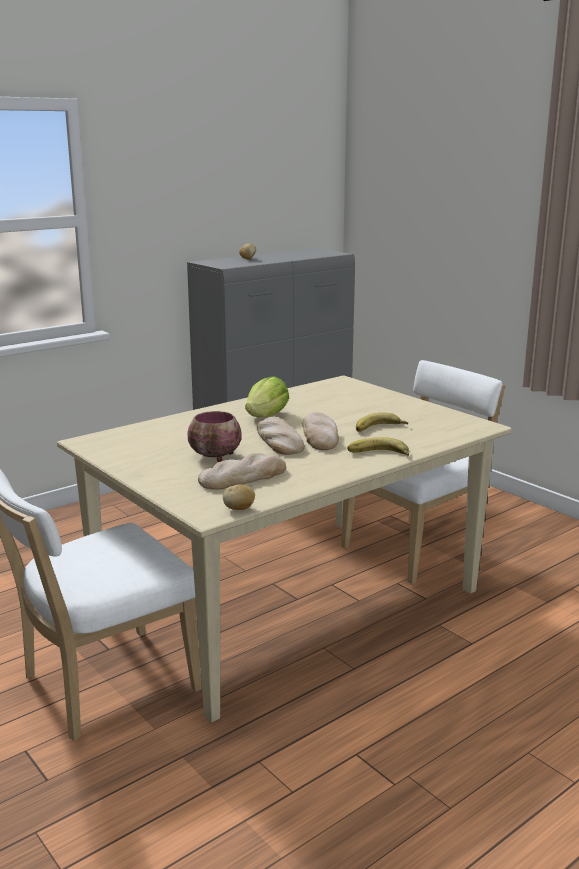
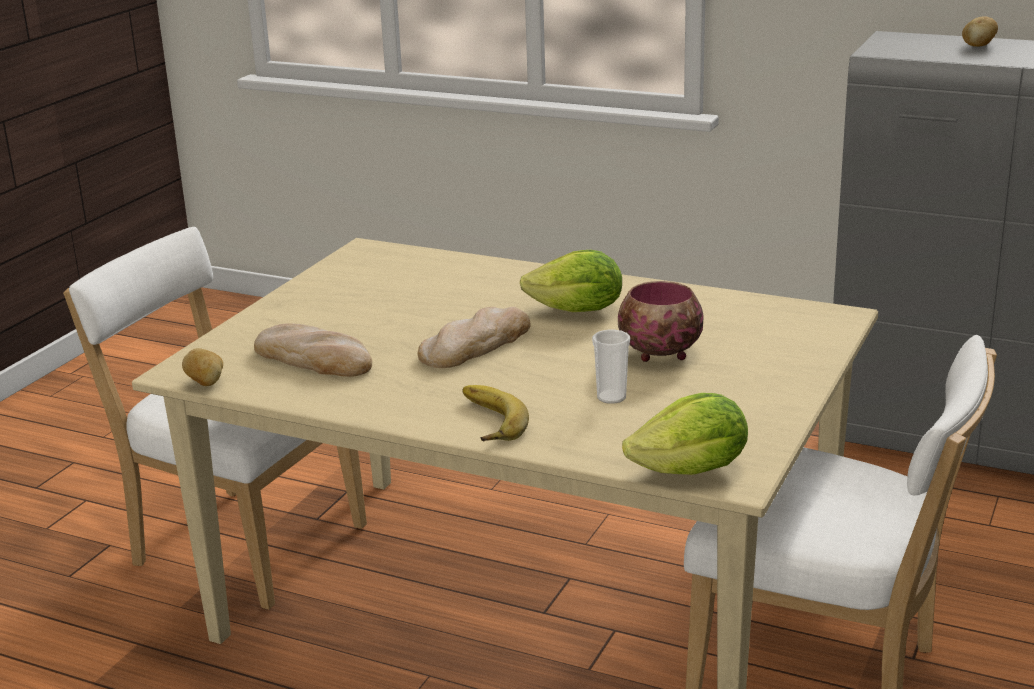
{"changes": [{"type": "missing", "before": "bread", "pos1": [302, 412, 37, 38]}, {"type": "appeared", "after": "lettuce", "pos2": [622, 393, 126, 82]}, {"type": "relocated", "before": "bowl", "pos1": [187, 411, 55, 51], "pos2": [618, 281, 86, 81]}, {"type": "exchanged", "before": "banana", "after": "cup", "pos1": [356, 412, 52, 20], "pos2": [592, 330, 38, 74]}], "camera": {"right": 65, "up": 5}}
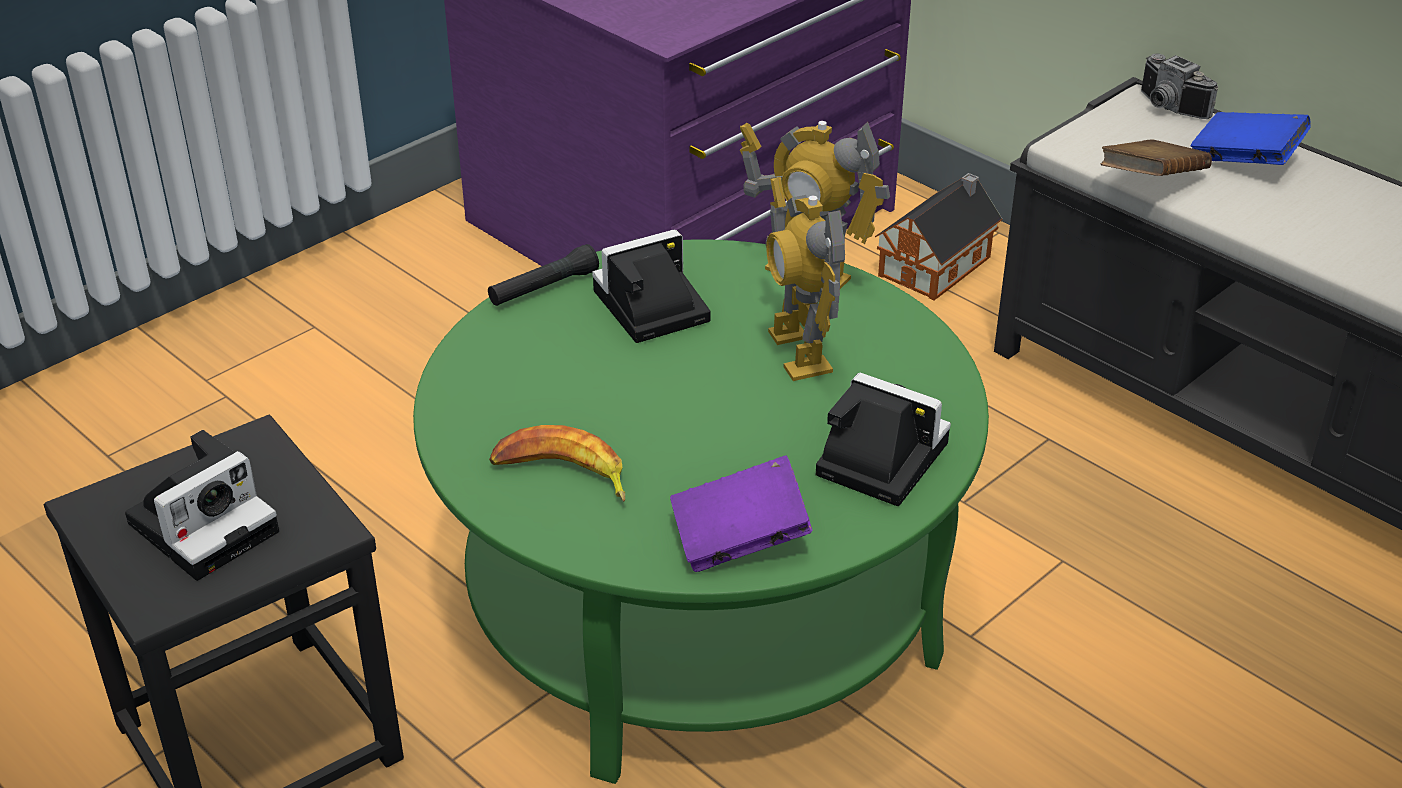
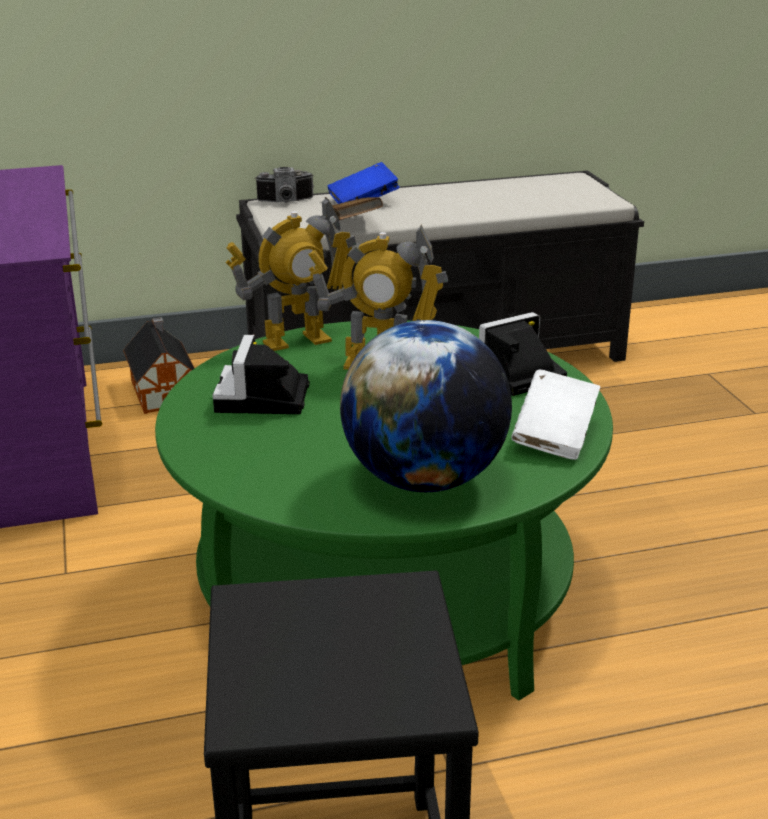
{"changes": [{"type": "missing", "before": "photo camera", "pos1": [125, 430, 154, 151]}, {"type": "missing", "before": "flashlight (black-coloured)", "pos1": [488, 244, 111, 62]}, {"type": "exchanged", "before": "banana", "after": "world globe", "pos1": [489, 425, 136, 77], "pos2": [340, 320, 172, 172]}, {"type": "colour", "before": "volume (purple)", "after": "volume (white-coloured)", "pos1": [670, 455, 142, 117], "pos2": [511, 369, 89, 91]}], "camera": {"right": -60, "up": -10}}
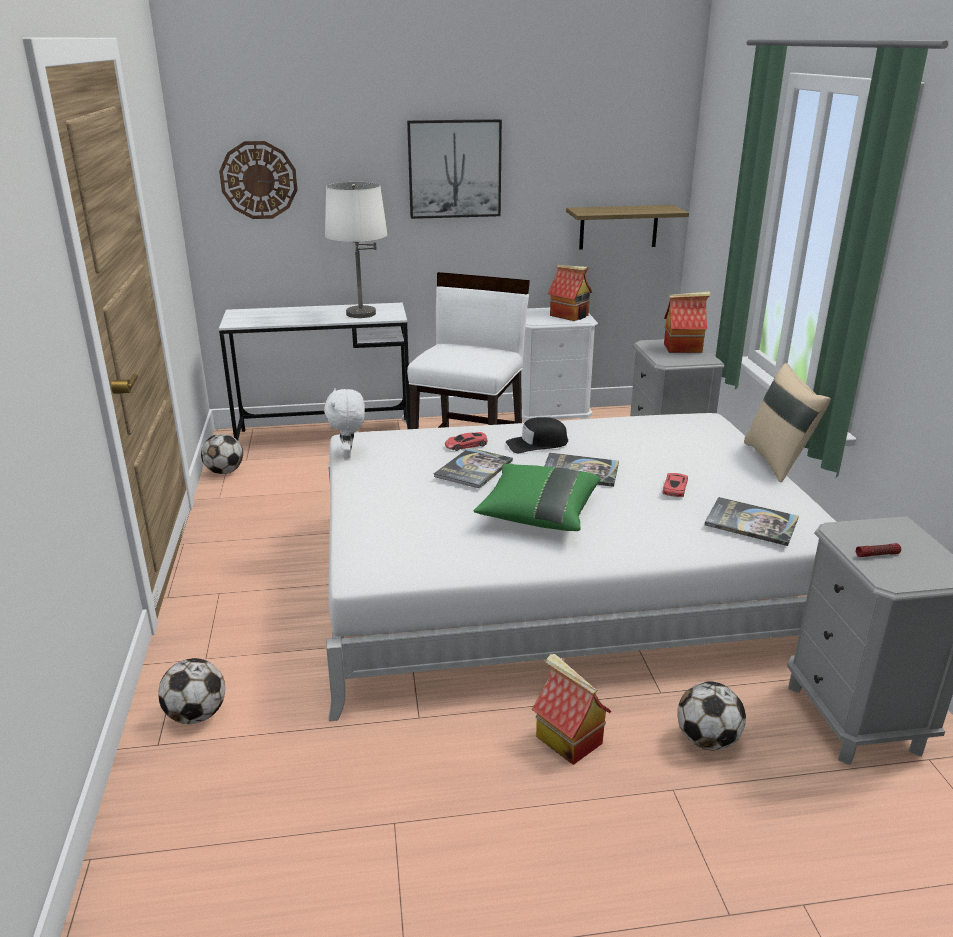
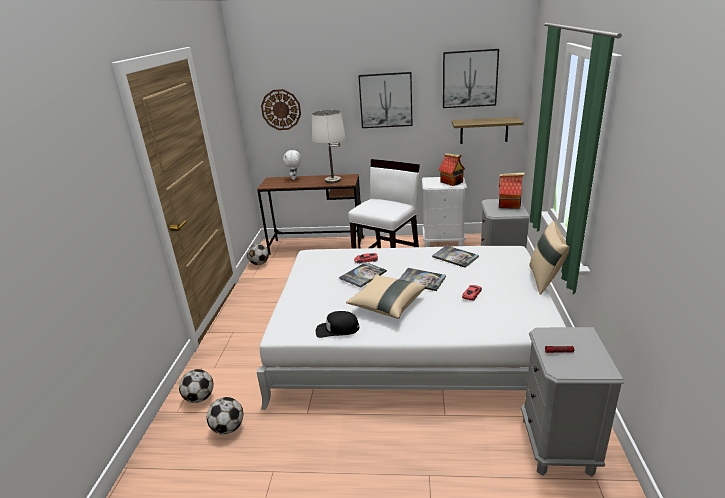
{"changes": [{"type": "missing", "before": "miniature house", "pos1": [532, 654, 80, 111]}, {"type": "appeared", "after": "picture", "pos2": [443, 49, 56, 59]}, {"type": "relocated", "before": "plush toy (white-coloured)", "pos1": [324, 388, 41, 70], "pos2": [283, 150, 18, 30]}, {"type": "relocated", "before": "peaked cap (black-coloured)", "pos1": [506, 417, 62, 36], "pos2": [316, 311, 43, 27]}, {"type": "relocated", "before": "football ball", "pos1": [677, 682, 69, 69], "pos2": [207, 397, 37, 37]}, {"type": "relocated", "before": "volume", "pos1": [704, 497, 95, 49], "pos2": [432, 245, 47, 23]}, {"type": "colour", "before": "desk table (white-coloured)", "after": "desk table (brownish)", "pos1": [219, 303, 191, 137], "pos2": [257, 174, 107, 81]}, {"type": "colour", "before": "cushion (green-coloured)", "after": "cushion (beige-coloured)", "pos1": [474, 464, 126, 67], "pos2": [346, 275, 80, 44]}], "camera": {"right": 15, "up": 0}}
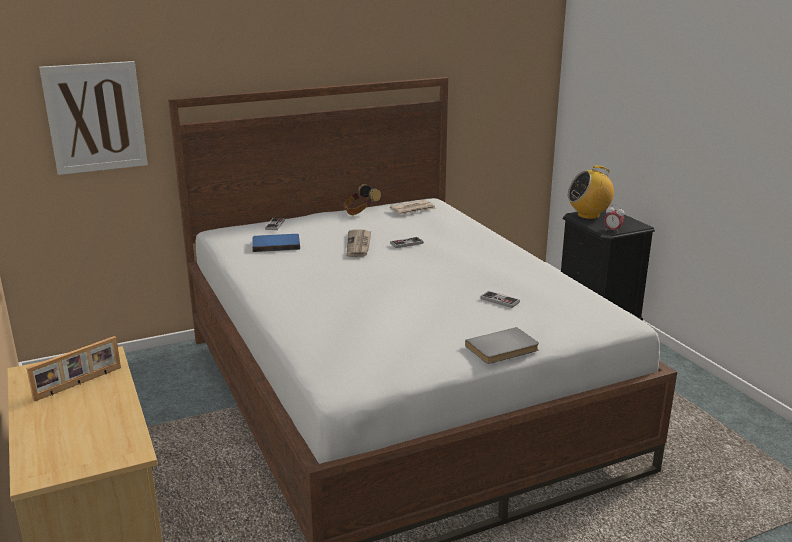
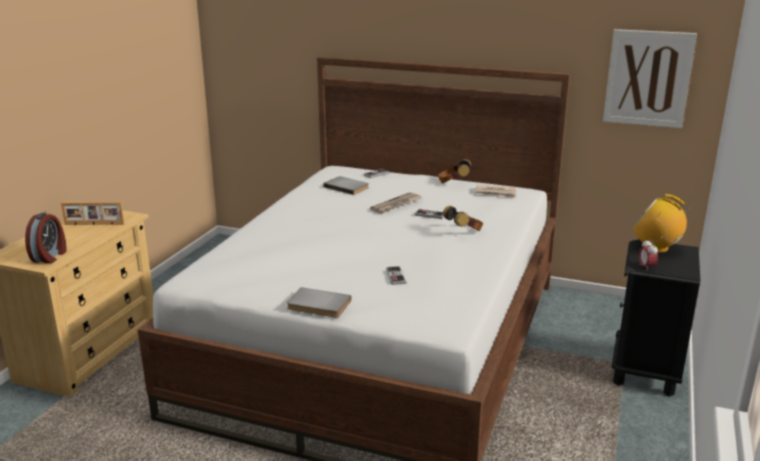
{"changes": [{"type": "appeared", "after": "table clock", "pos2": [25, 213, 41, 50]}, {"type": "appeared", "after": "headset", "pos2": [443, 206, 40, 25]}, {"type": "relocated", "before": "picture", "pos1": [39, 61, 109, 114], "pos2": [603, 29, 94, 99]}, {"type": "colour", "before": "volume (bluish)", "after": "volume (greyish)", "pos1": [252, 234, 48, 18], "pos2": [323, 176, 46, 19]}], "camera": {"right": 45, "up": 0}}
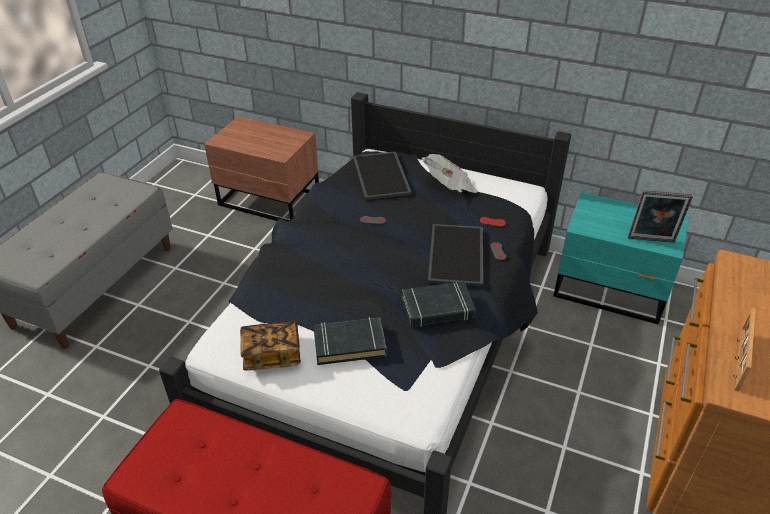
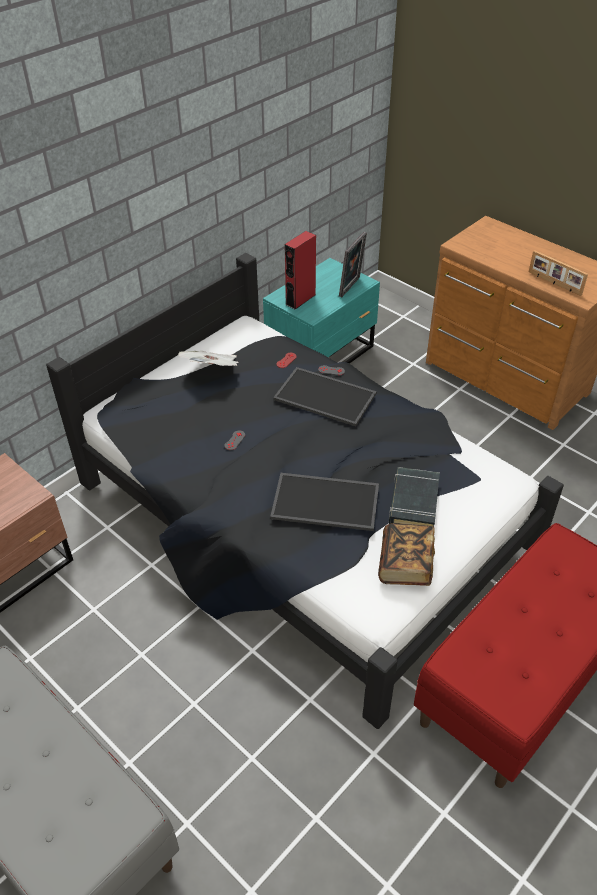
{"changes": [{"type": "missing", "before": "volume (black-coloured)", "pos1": [402, 281, 74, 46]}, {"type": "appeared", "after": "loudspeaker (reddish)", "pos2": [285, 231, 31, 79]}, {"type": "relocated", "before": "tray", "pos1": [353, 151, 59, 49], "pos2": [270, 473, 109, 58]}], "camera": {"right": -70, "up": 5}}
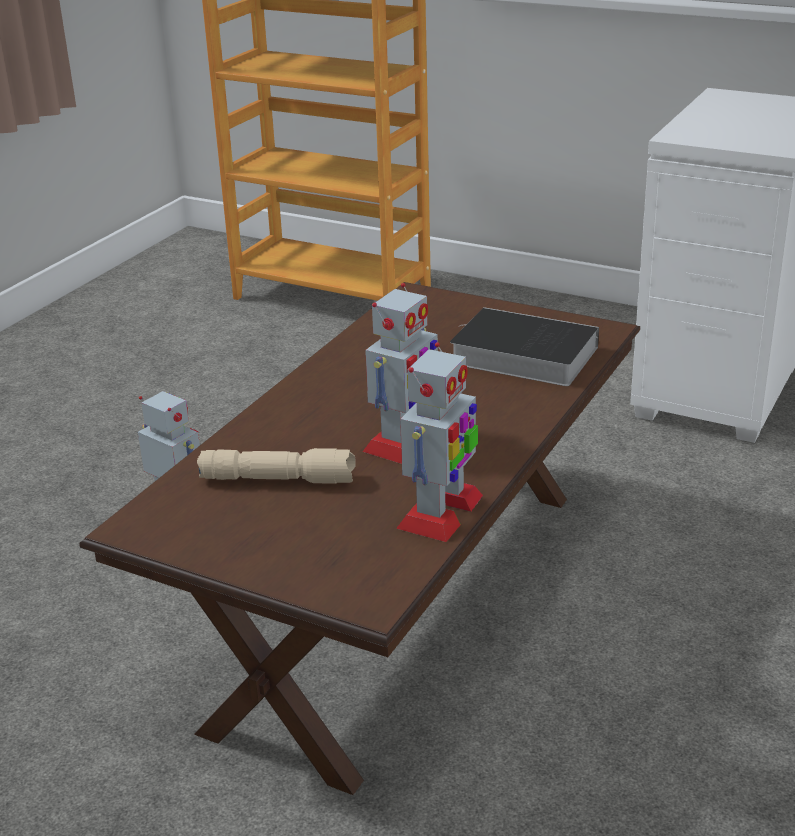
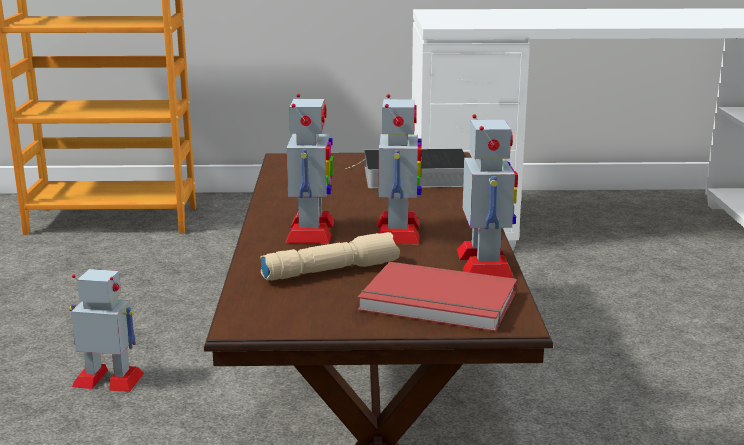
{"changes": [{"type": "appeared", "after": "robot figure", "pos2": [286, 94, 48, 150]}, {"type": "appeared", "after": "volume (reddish)", "pos2": [357, 262, 160, 70]}], "camera": {"right": -30, "up": -10}}
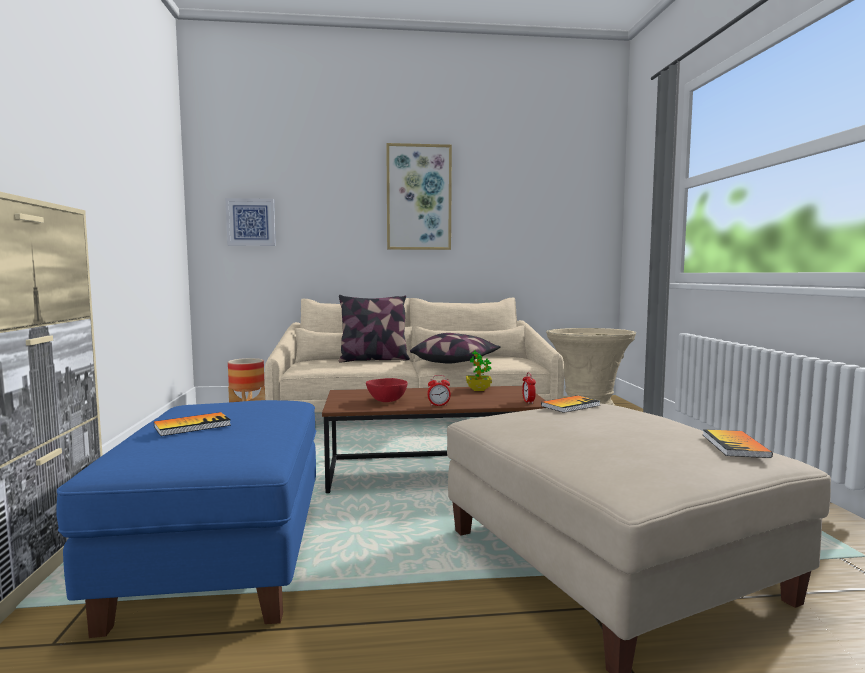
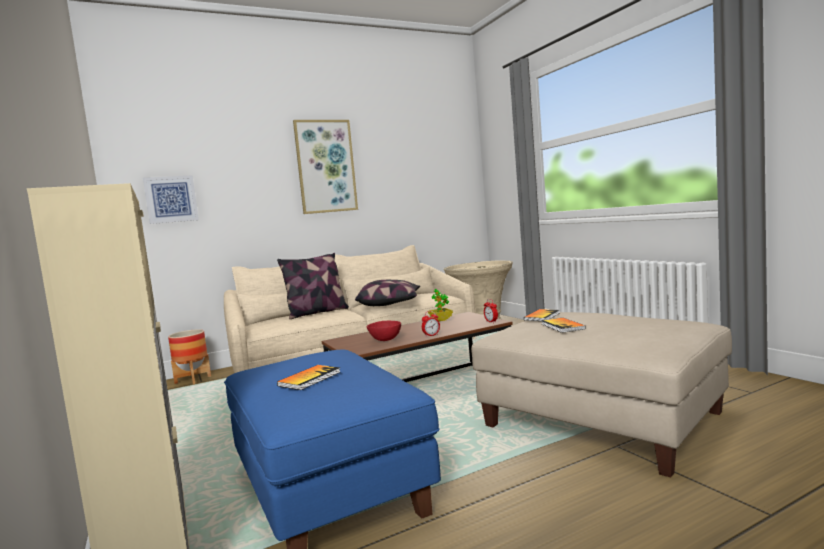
{"changes": [{"type": "relocated", "before": "volume", "pos1": [703, 429, 70, 29], "pos2": [542, 318, 44, 15]}], "camera": {"right": -20, "up": 0}}
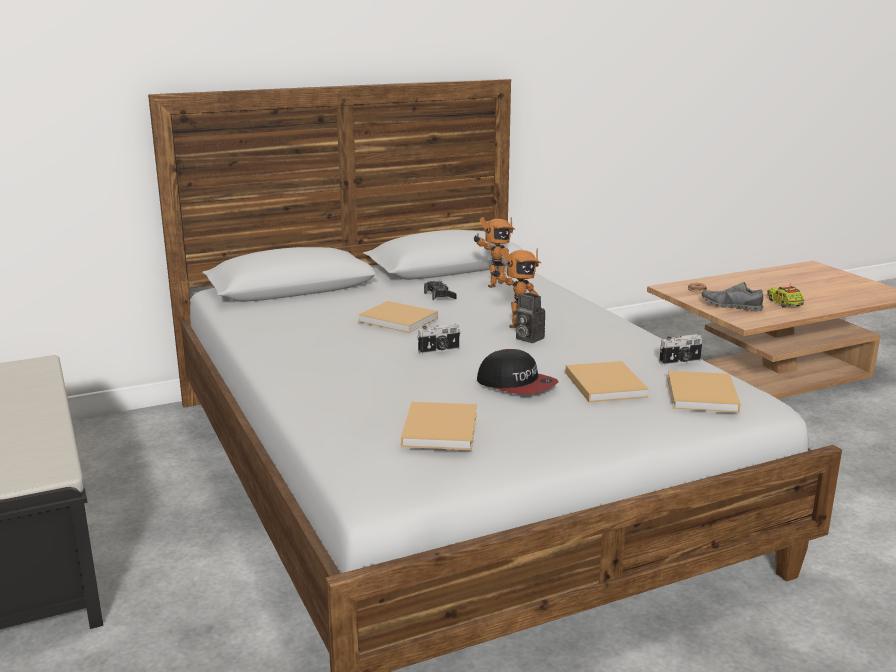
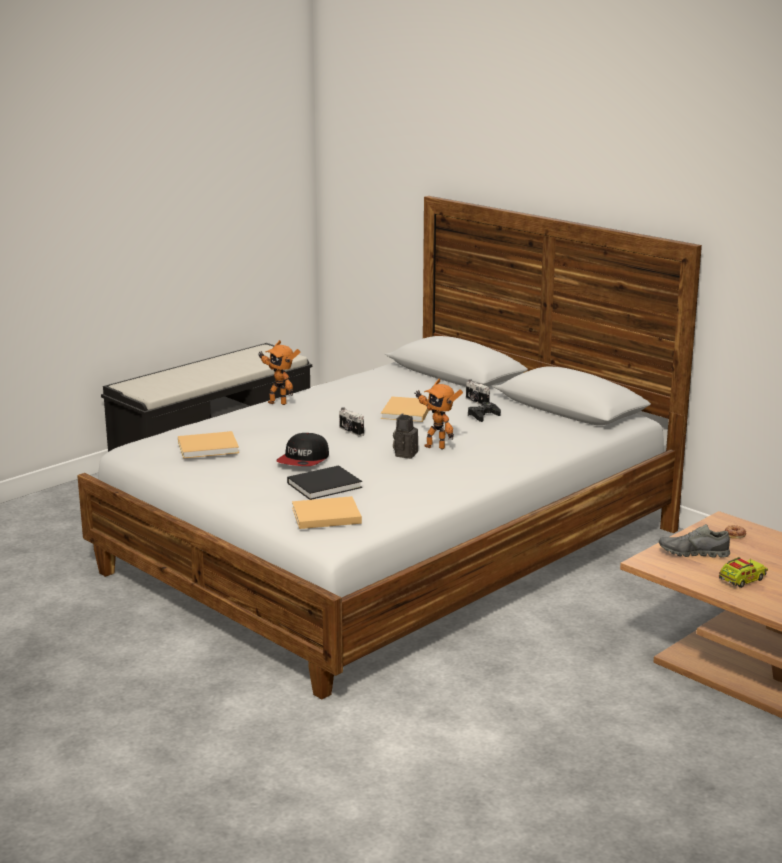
{"changes": [{"type": "relocated", "before": "robot figure", "pos1": [474, 217, 41, 71], "pos2": [258, 340, 42, 65]}, {"type": "relocated", "before": "photo camera", "pos1": [659, 334, 44, 31], "pos2": [466, 379, 24, 26]}, {"type": "colour", "before": "volume (beige-coloured)", "after": "volume (black-coloured)", "pos1": [565, 361, 84, 41], "pos2": [287, 465, 75, 35]}, {"type": "spun", "before": "item of footwear (greyish)", "pos1": [702, 282, 62, 30], "pos2": [659, 524, 71, 34], "turn": -90}], "camera": {"right": 70, "up": 0}}
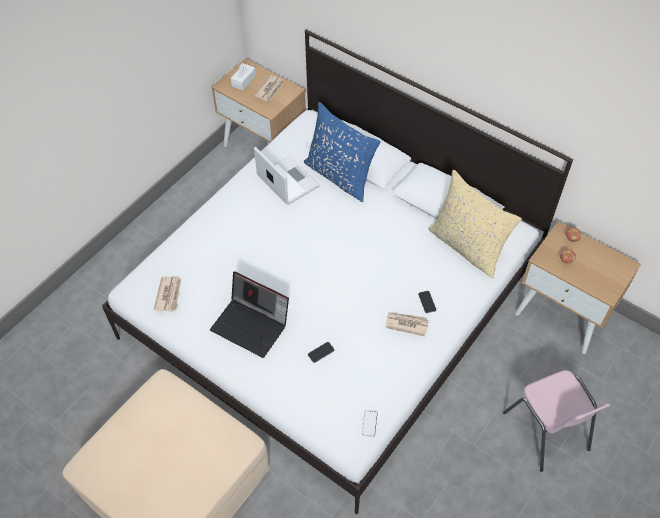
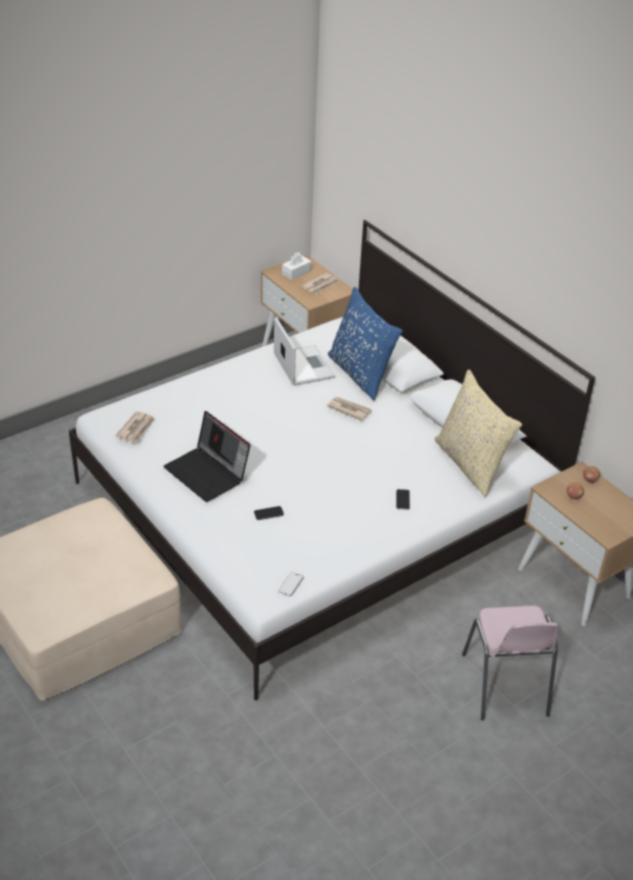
{"changes": [{"type": "relocated", "before": "printed paper", "pos1": [386, 312, 43, 24], "pos2": [327, 397, 45, 24]}], "camera": {"right": 15, "up": -15}}
